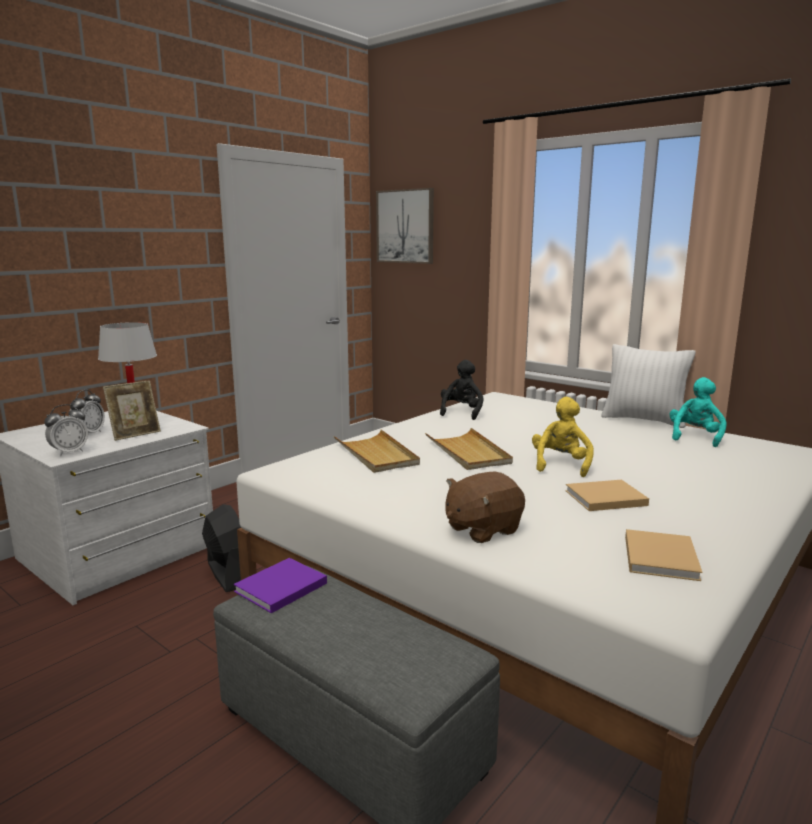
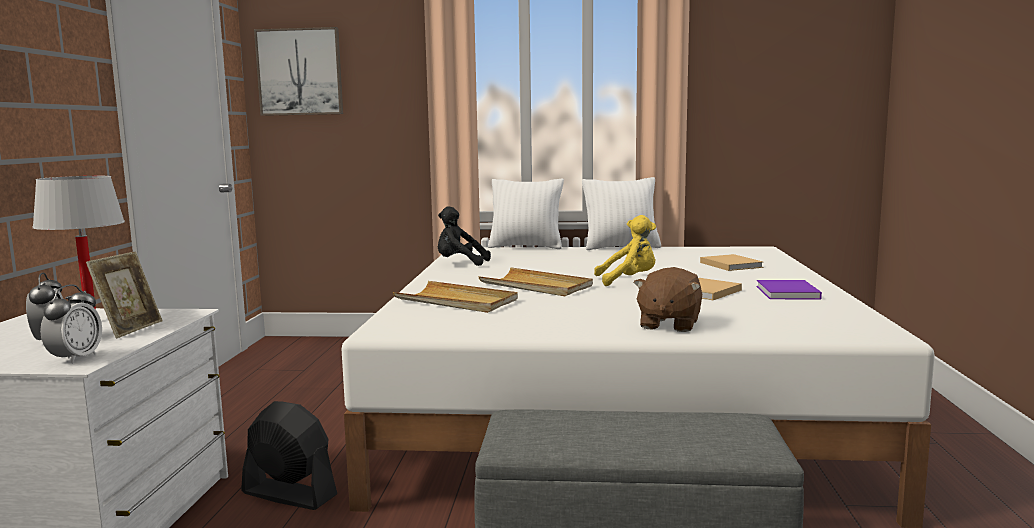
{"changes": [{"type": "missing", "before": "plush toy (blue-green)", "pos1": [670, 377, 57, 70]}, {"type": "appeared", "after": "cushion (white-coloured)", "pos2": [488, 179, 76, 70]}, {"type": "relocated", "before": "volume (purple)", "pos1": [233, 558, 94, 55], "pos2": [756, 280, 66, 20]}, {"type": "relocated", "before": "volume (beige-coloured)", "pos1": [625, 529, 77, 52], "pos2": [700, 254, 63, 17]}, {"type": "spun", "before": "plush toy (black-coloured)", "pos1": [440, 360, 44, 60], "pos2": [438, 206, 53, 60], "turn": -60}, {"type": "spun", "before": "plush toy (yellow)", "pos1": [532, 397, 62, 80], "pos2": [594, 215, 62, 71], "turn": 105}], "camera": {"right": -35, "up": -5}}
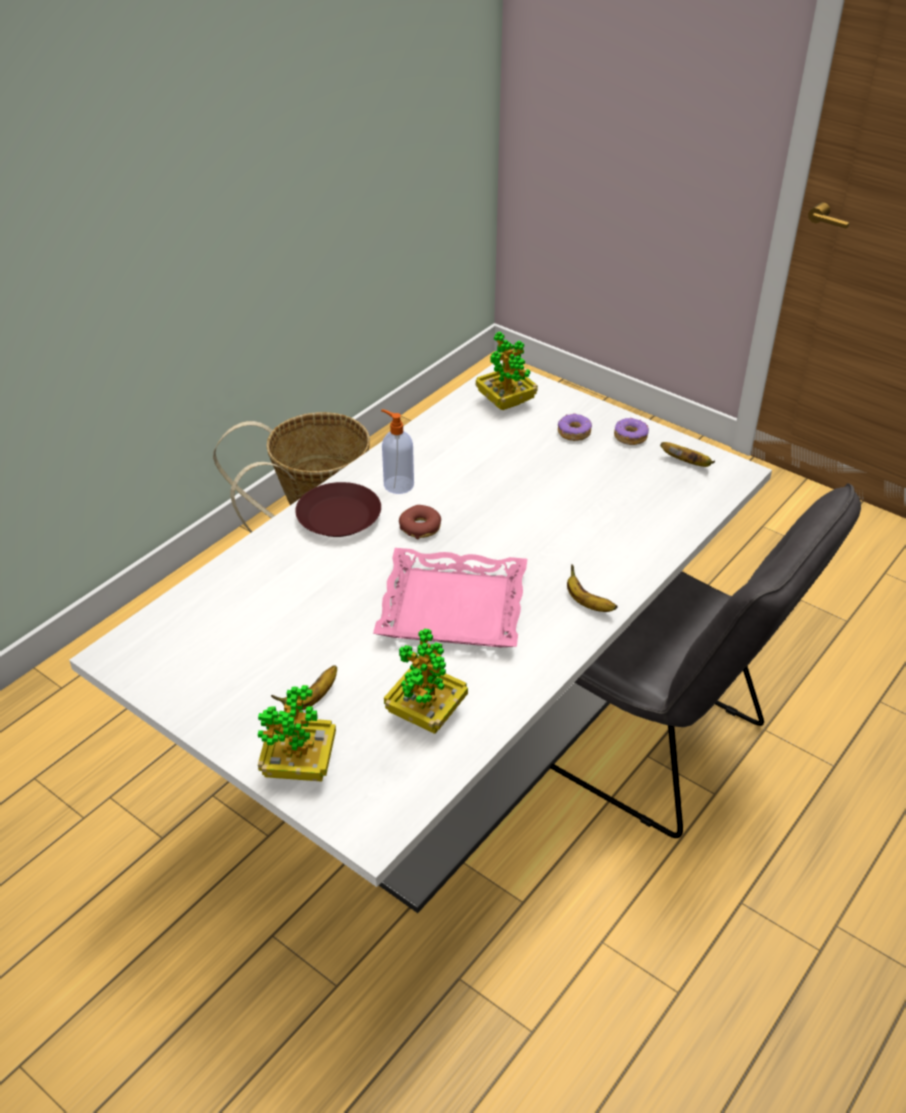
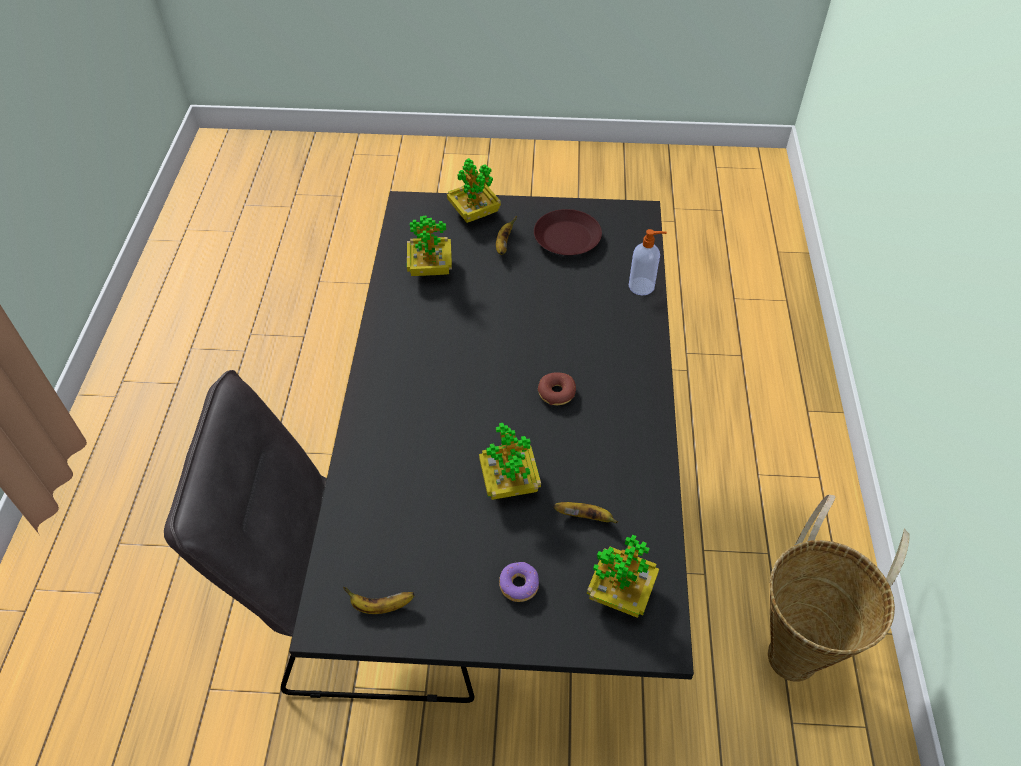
{"changes": [{"type": "missing", "before": "tray (pink)", "pos1": [373, 548, 154, 99]}, {"type": "missing", "before": "ring doughnut", "pos1": [614, 418, 35, 27]}, {"type": "appeared", "after": "plant in a pot", "pos2": [479, 423, 62, 77]}, {"type": "relocated", "before": "plate (brownish)", "pos1": [295, 482, 86, 55], "pos2": [534, 209, 68, 46]}, {"type": "relocated", "before": "soap bottle", "pos1": [381, 409, 33, 85], "pos2": [629, 229, 38, 67]}, {"type": "relocated", "before": "banana", "pos1": [567, 564, 51, 48], "pos2": [554, 502, 64, 21]}, {"type": "colour", "before": "dining table (white-coloured)", "after": "dining table (black-coloured)", "pos1": [69, 360, 703, 553], "pos2": [289, 191, 405, 489]}], "camera": {"right": 145, "up": 10}}
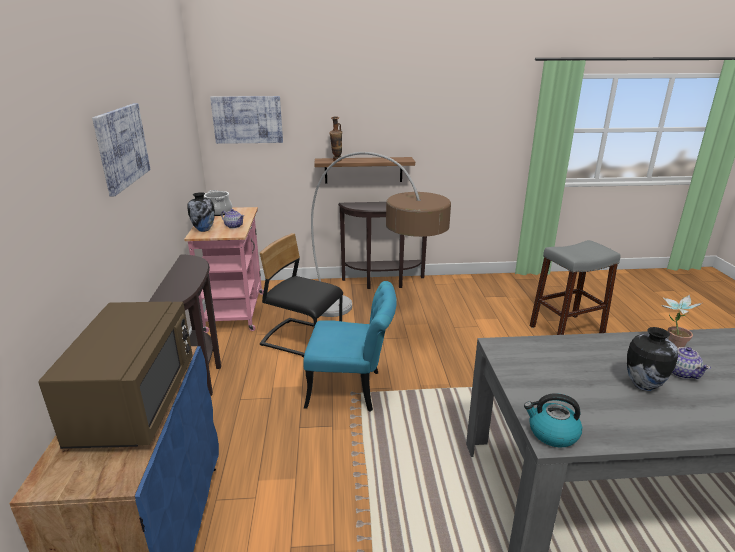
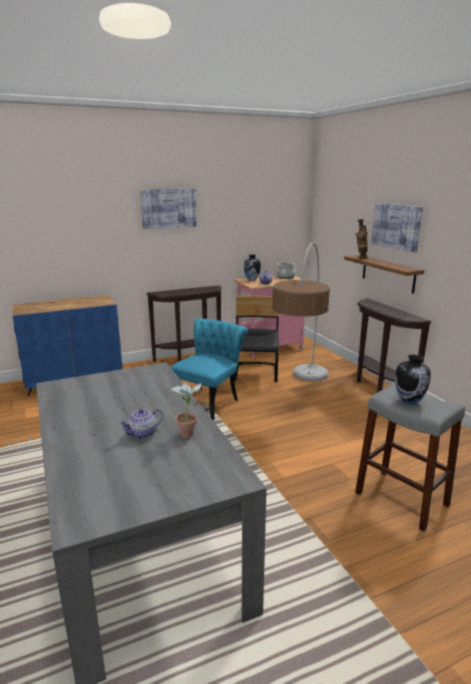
{"changes": [{"type": "missing", "before": "kitchen microwave (brownish)", "pos1": [38, 302, 155, 147]}, {"type": "missing", "before": "kettle", "pos1": [524, 393, 58, 55]}, {"type": "relocated", "before": "picture", "pos1": [210, 96, 73, 48], "pos2": [371, 203, 52, 49]}, {"type": "relocated", "before": "decorative vase", "pos1": [627, 327, 51, 64], "pos2": [395, 355, 36, 50]}, {"type": "spun", "before": "plain chair (blue-green)", "pos1": [304, 281, 93, 131], "pos2": [171, 318, 77, 103], "turn": -135}], "camera": {"right": 70, "up": -5}}
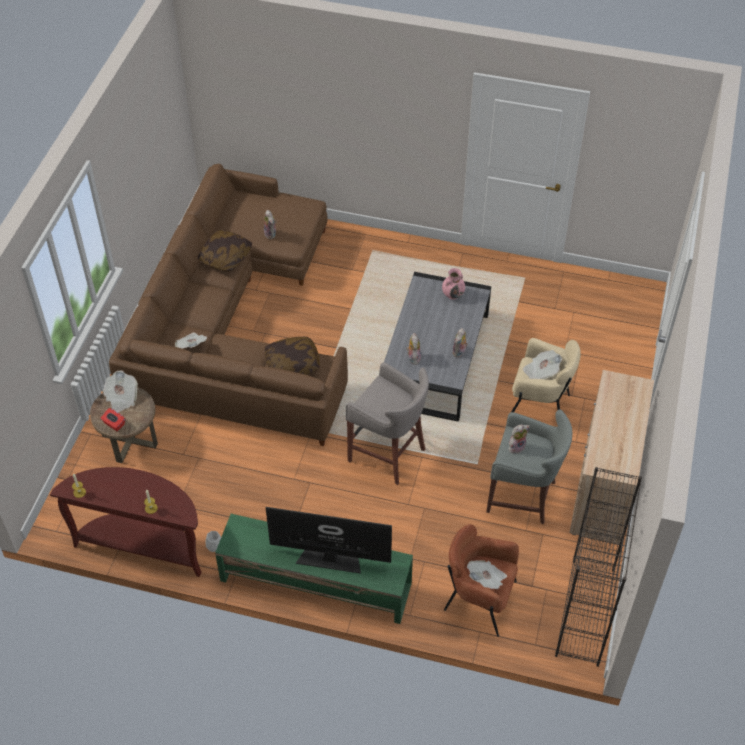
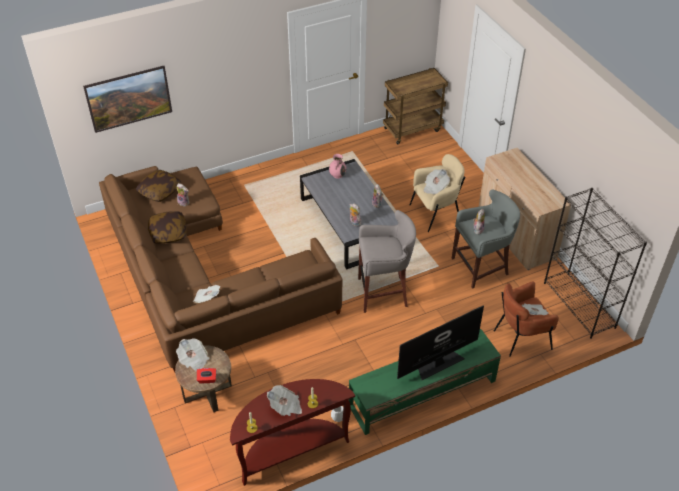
{"changes": [{"type": "appeared", "after": "picture", "pos2": [83, 66, 89, 67]}, {"type": "appeared", "after": "printed paper", "pos2": [267, 385, 35, 31]}, {"type": "appeared", "after": "wheeled cart (brownish)", "pos2": [383, 68, 65, 76]}, {"type": "relocated", "before": "cushion", "pos1": [265, 337, 55, 38], "pos2": [136, 170, 45, 32]}], "camera": {"right": -40, "up": -5}}
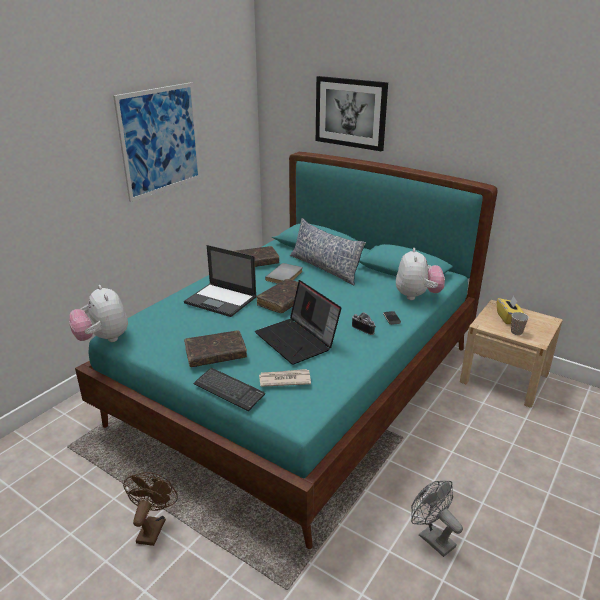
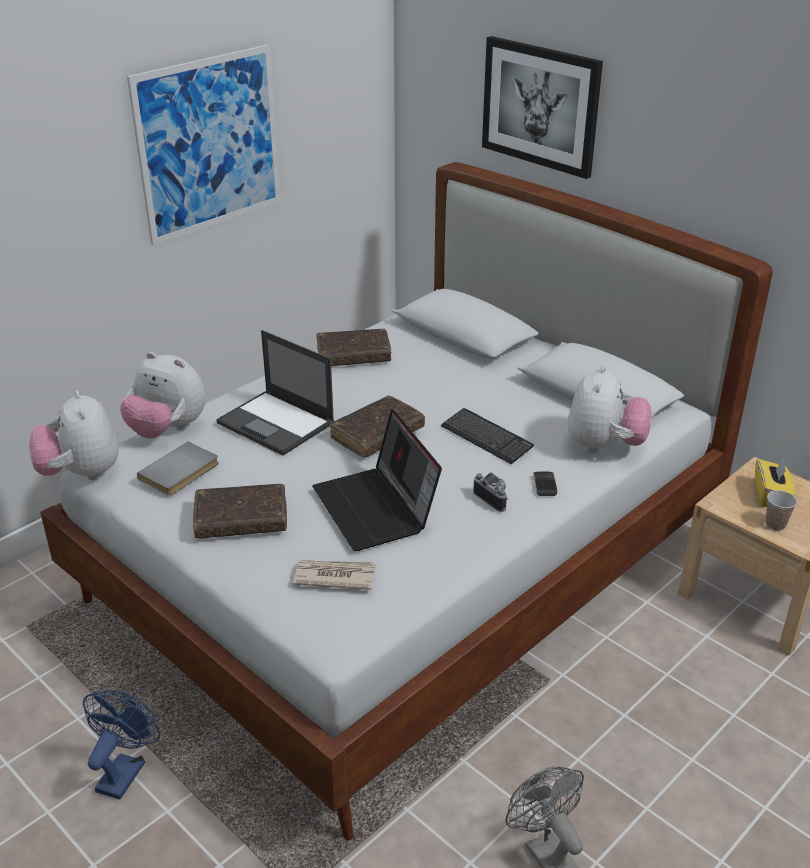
{"changes": [{"type": "missing", "before": "cushion", "pos1": [290, 218, 76, 67]}, {"type": "appeared", "after": "plush toy", "pos2": [120, 352, 86, 87]}, {"type": "relocated", "before": "computer keyboard", "pos1": [193, 368, 72, 43], "pos2": [441, 408, 93, 56]}, {"type": "relocated", "before": "volume (greyish)", "pos1": [265, 263, 38, 21], "pos2": [137, 442, 82, 53]}, {"type": "colour", "before": "sleeping bed (blue-green)", "after": "sleeping bed (white-coloured)", "pos1": [75, 152, 423, 397], "pos2": [40, 162, 733, 678]}, {"type": "colour", "before": "fan (brownish)", "after": "fan (bluish)", "pos1": [123, 472, 55, 74], "pos2": [83, 690, 77, 110]}], "camera": {"right": 10, "up": 5}}
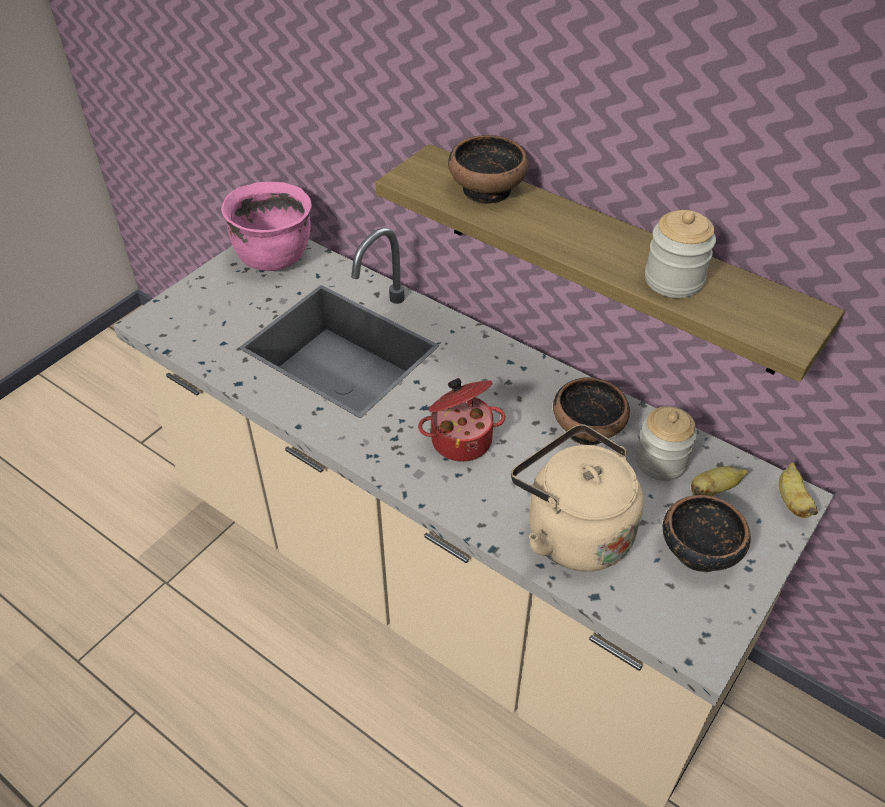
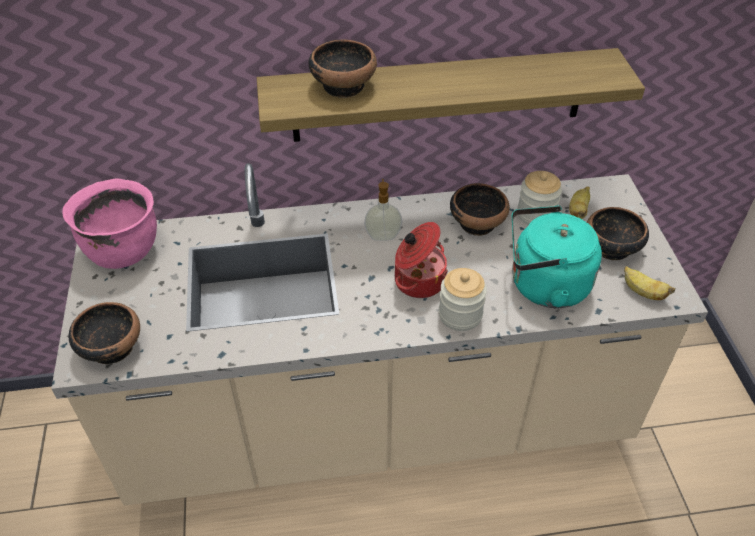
{"changes": [{"type": "appeared", "after": "bowl", "pos2": [69, 302, 71, 62]}, {"type": "appeared", "after": "soap bottle", "pos2": [364, 179, 38, 62]}, {"type": "relocated", "before": "jar", "pos1": [645, 210, 71, 88], "pos2": [439, 268, 48, 63]}, {"type": "relocated", "before": "banana", "pos1": [779, 463, 39, 55], "pos2": [624, 266, 51, 34]}, {"type": "colour", "before": "kettle (beige-coloured)", "after": "kettle (blue-green)", "pos1": [511, 425, 133, 147], "pos2": [511, 206, 91, 102]}], "camera": {"right": -45, "up": 0}}
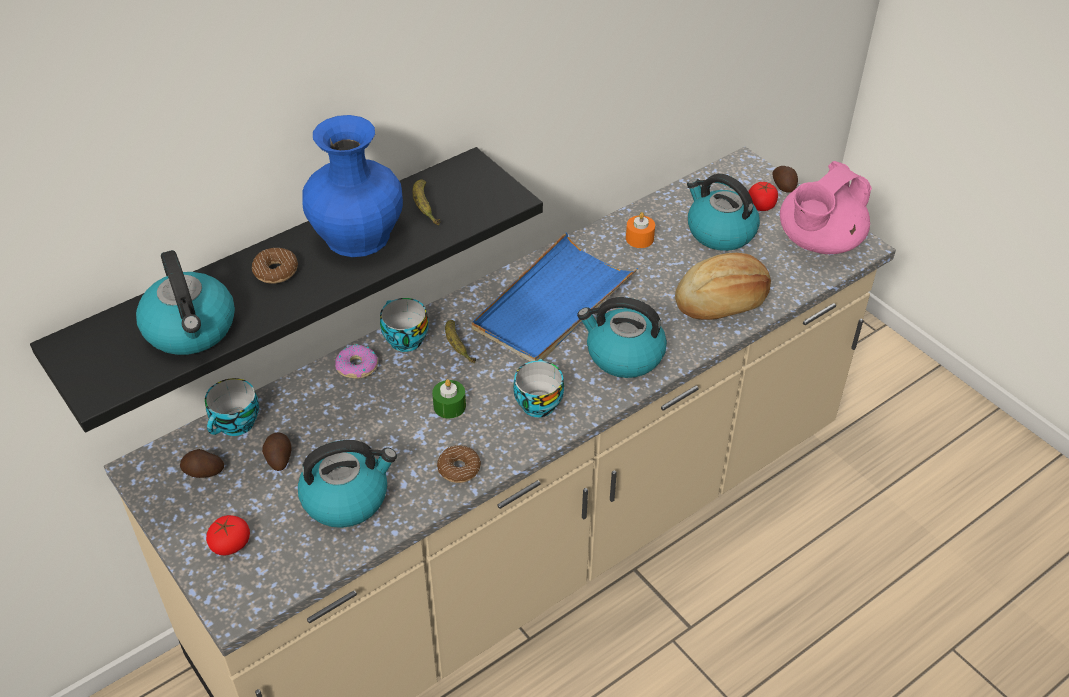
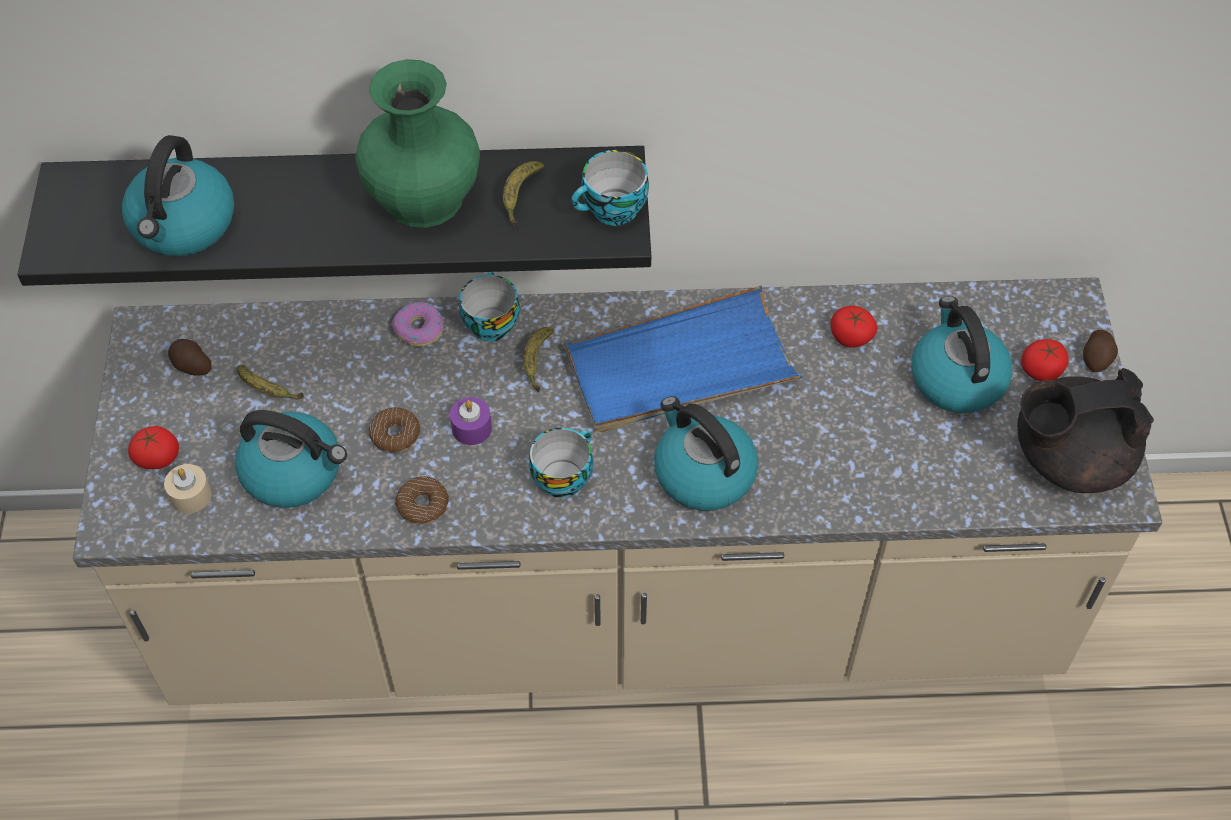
{"changes": [{"type": "missing", "before": "bread", "pos1": [675, 253, 96, 67]}, {"type": "appeared", "after": "wax candle (beige-coloured)", "pos2": [164, 464, 48, 49]}, {"type": "relocated", "before": "cup", "pos1": [205, 378, 54, 58], "pos2": [571, 150, 78, 76]}, {"type": "relocated", "before": "ring doughnut", "pos1": [252, 248, 46, 36], "pos2": [369, 407, 51, 46]}, {"type": "exchanged", "before": "spud", "after": "banana", "pos1": [262, 433, 30, 38], "pos2": [237, 365, 66, 35]}, {"type": "exchanged", "before": "wax candle (orangey)", "after": "fresh tomato", "pos1": [626, 212, 29, 36], "pos2": [830, 306, 47, 42]}, {"type": "colour", "before": "decorative vase (bluish)", "after": "decorative vase (green-coloured)", "pos1": [302, 115, 101, 142], "pos2": [355, 59, 125, 169]}, {"type": "colour", "before": "wax candle (green-coloured)", "after": "wax candle (purple)", "pos1": [432, 379, 34, 40], "pos2": [450, 397, 42, 48]}, {"type": "colour", "before": "tea pot (pink)", "after": "tea pot (black-coloured)", "pos1": [780, 161, 92, 93], "pos2": [1017, 368, 137, 125]}], "camera": {"right": 35, "up": 10}}
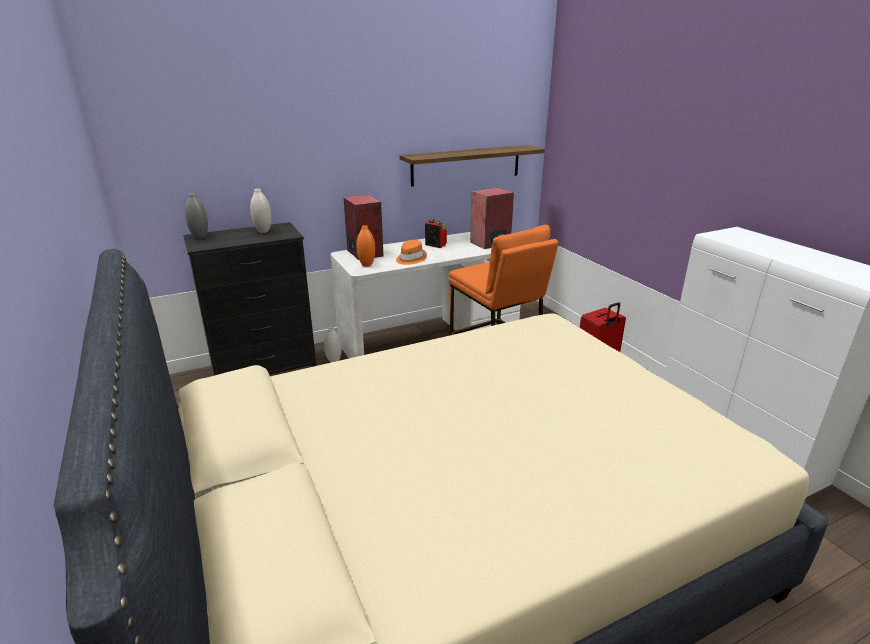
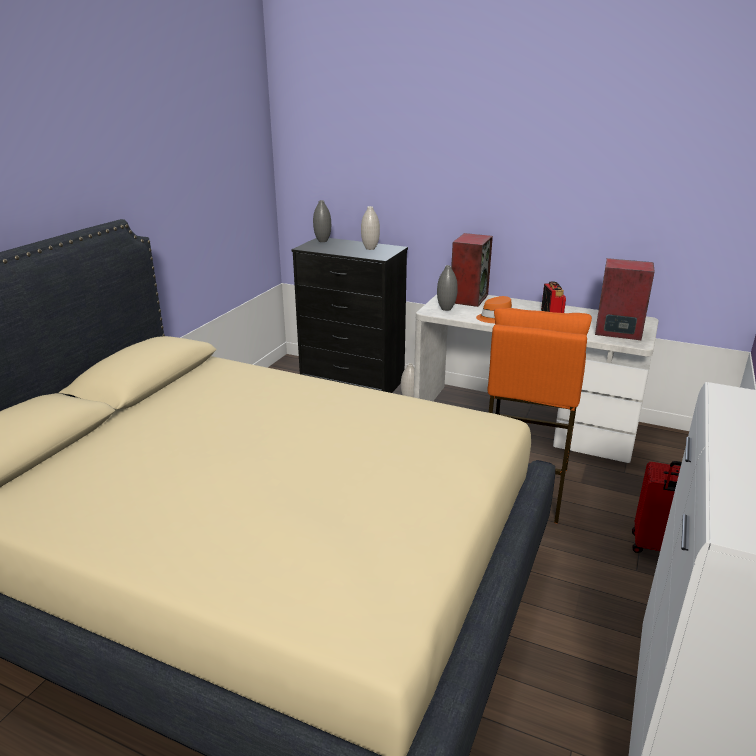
{"changes": [{"type": "missing", "before": "bracket shelf", "pos1": [399, 145, 146, 42]}, {"type": "colour", "before": "decorative vase (orangey)", "after": "decorative vase (greyish)", "pos1": [356, 225, 19, 42], "pos2": [437, 265, 21, 46]}], "camera": {"right": 50, "up": 0}}
